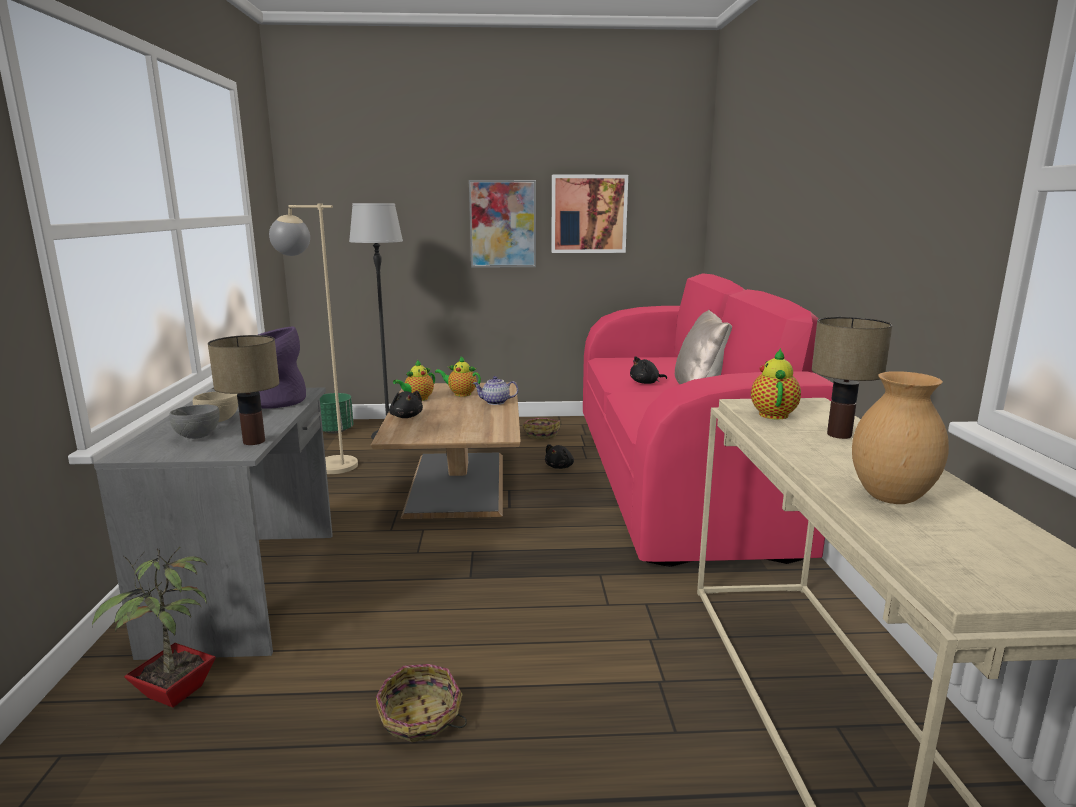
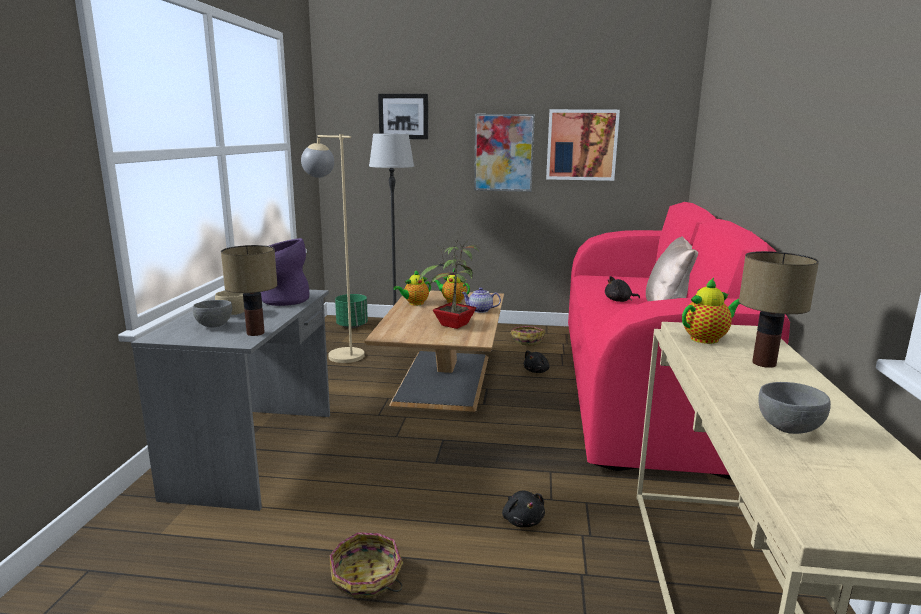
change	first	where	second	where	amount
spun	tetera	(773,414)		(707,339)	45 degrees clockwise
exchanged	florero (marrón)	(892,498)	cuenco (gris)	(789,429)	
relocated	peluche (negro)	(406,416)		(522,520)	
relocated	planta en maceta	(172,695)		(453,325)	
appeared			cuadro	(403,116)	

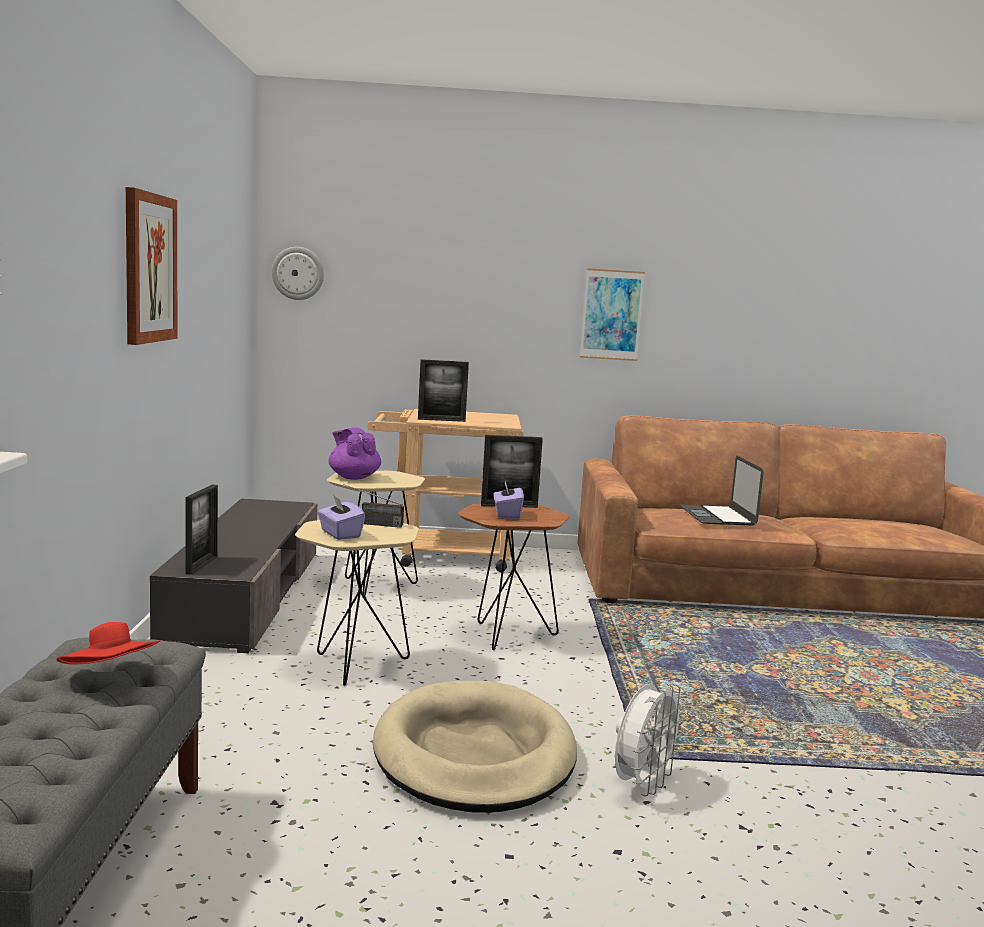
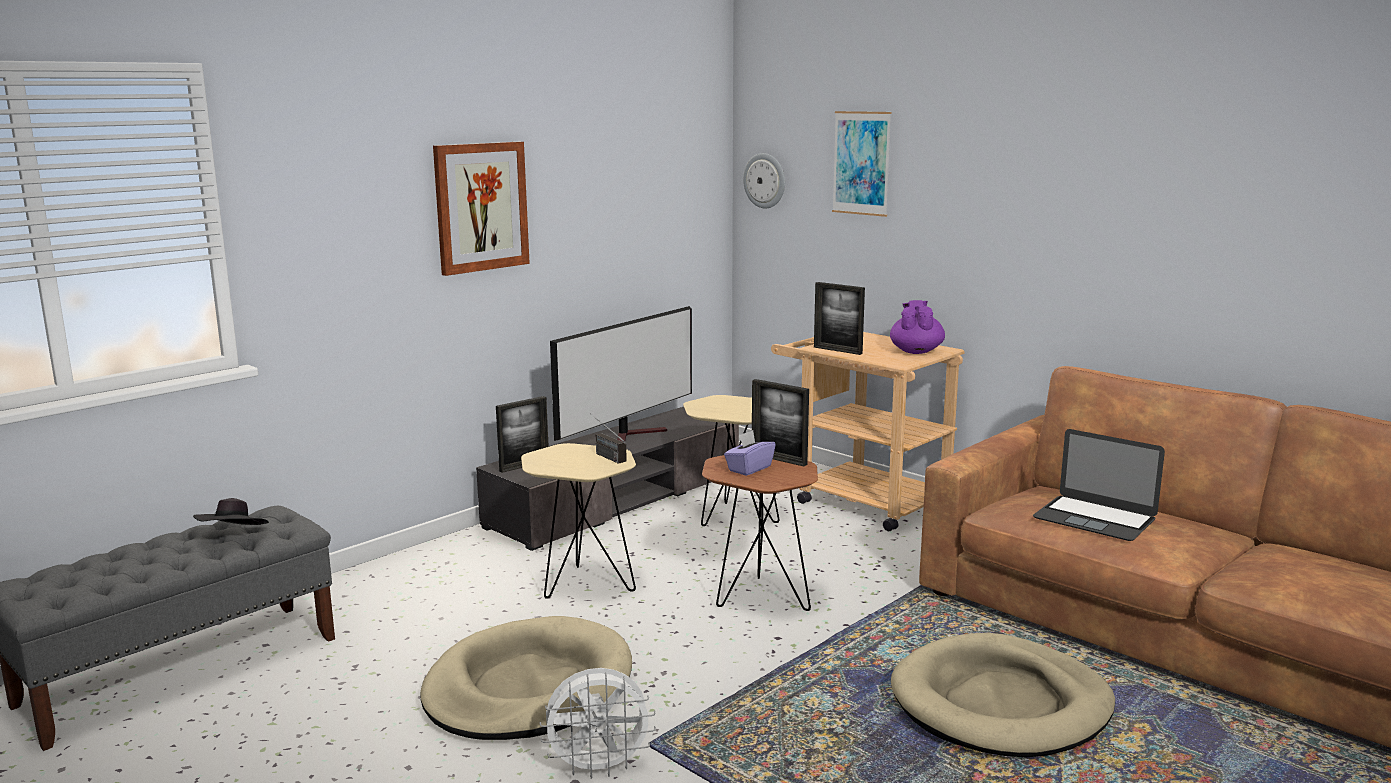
change	first	where	second	where	amount
relocated	cuadro	(611,315)		(861,163)	
relocated	tetera (morado)	(353,477)		(916,351)	
spun	portátil	(717,516)		(1094,518)	90 degrees counterclockwise
missing	caja de pañuelos (morado)	(340,534)			
colour	sombrero (rojo)	(111,676)	sombrero (negro)	(234,536)	
appeared			televisor	(633,436)	
appeared			cama para perro (beis)	(1000,704)	

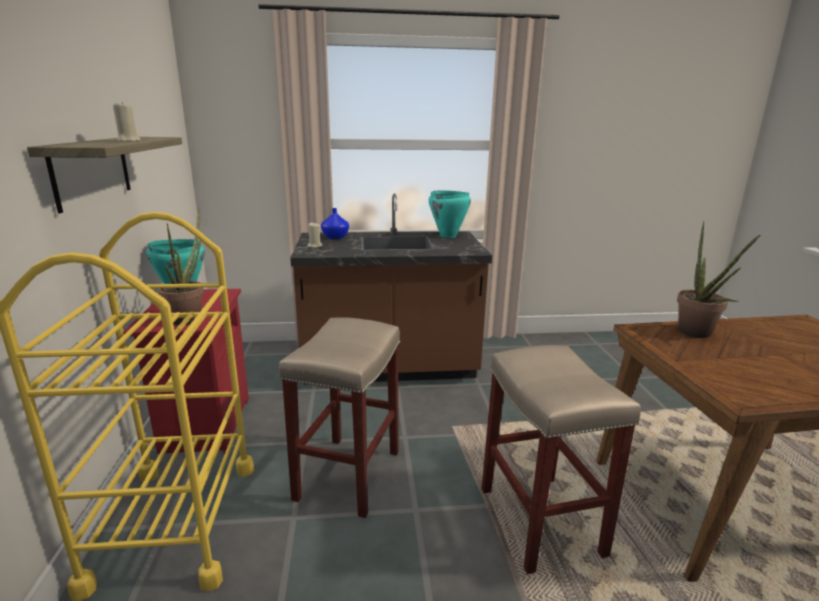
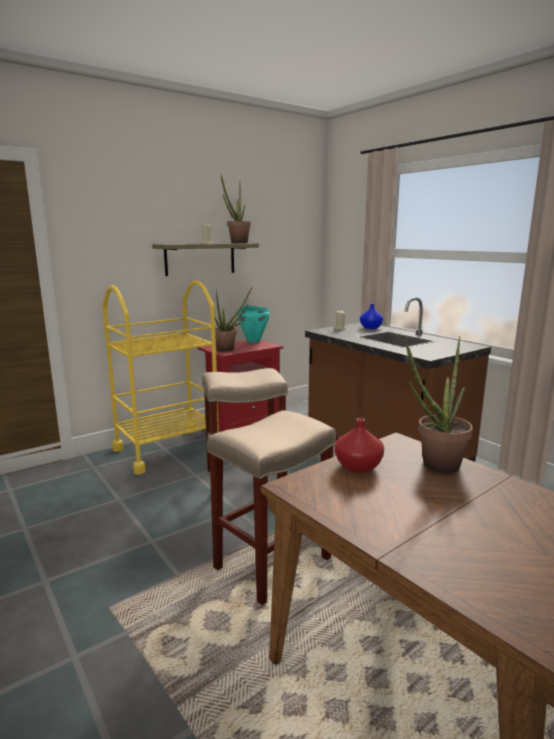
change	first	where	second	where	amount
missing	olla (turquesa)	(448,236)			
appeared			planta en maceta	(237,243)	
appeared			florero (rojo)	(359,467)	

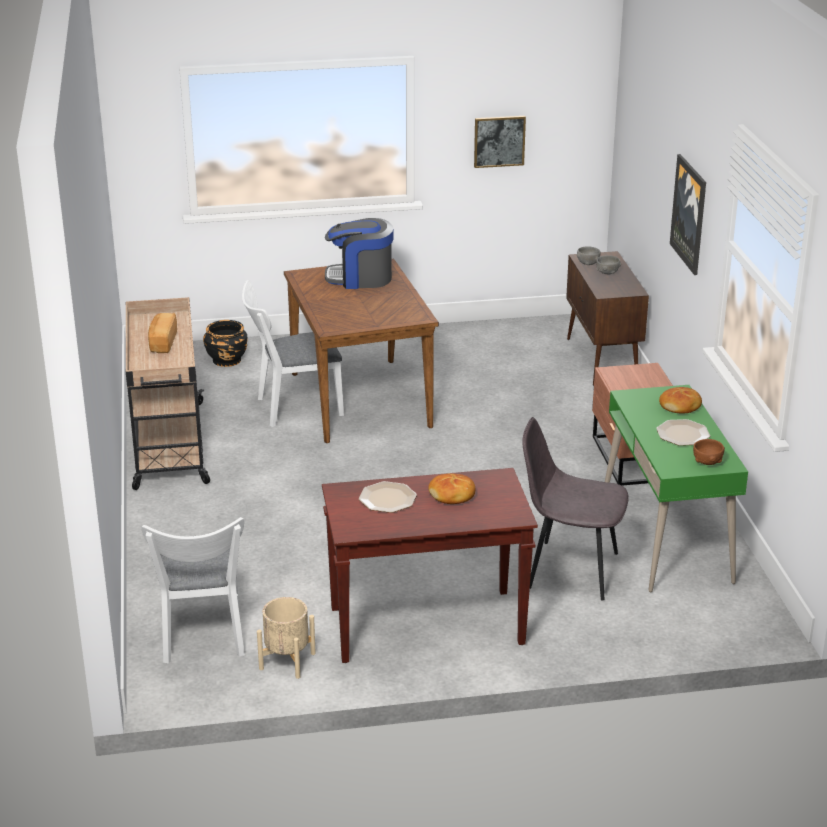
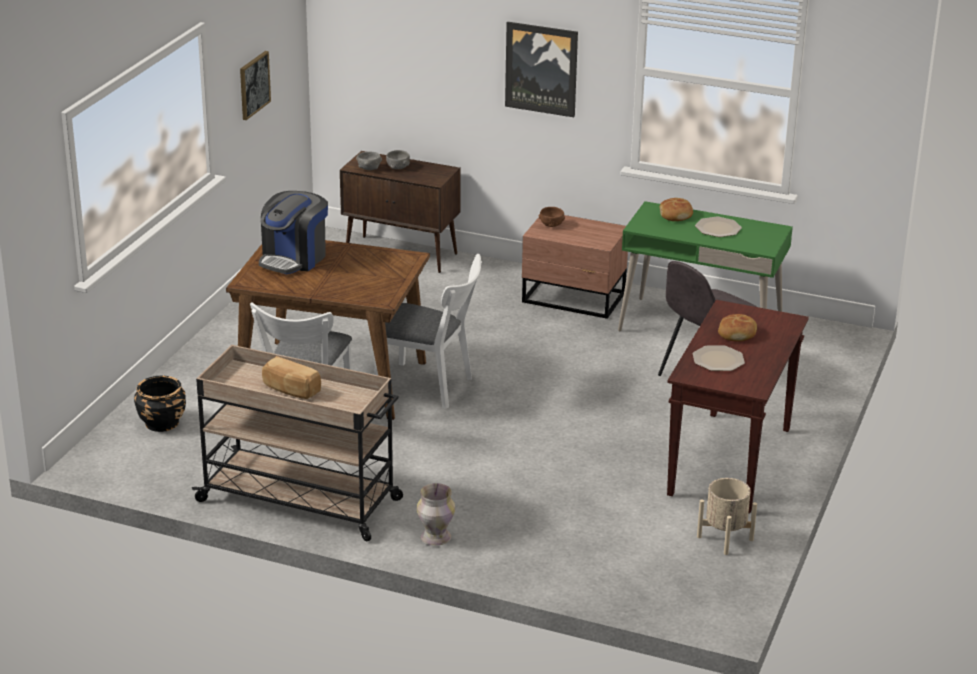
change	first	where	second	where	amount
relocated	cuenco (marrón)	(707,462)		(551,225)	
relocated	silla (blanco)	(203,636)		(430,386)	
appeared			florero	(435,538)	

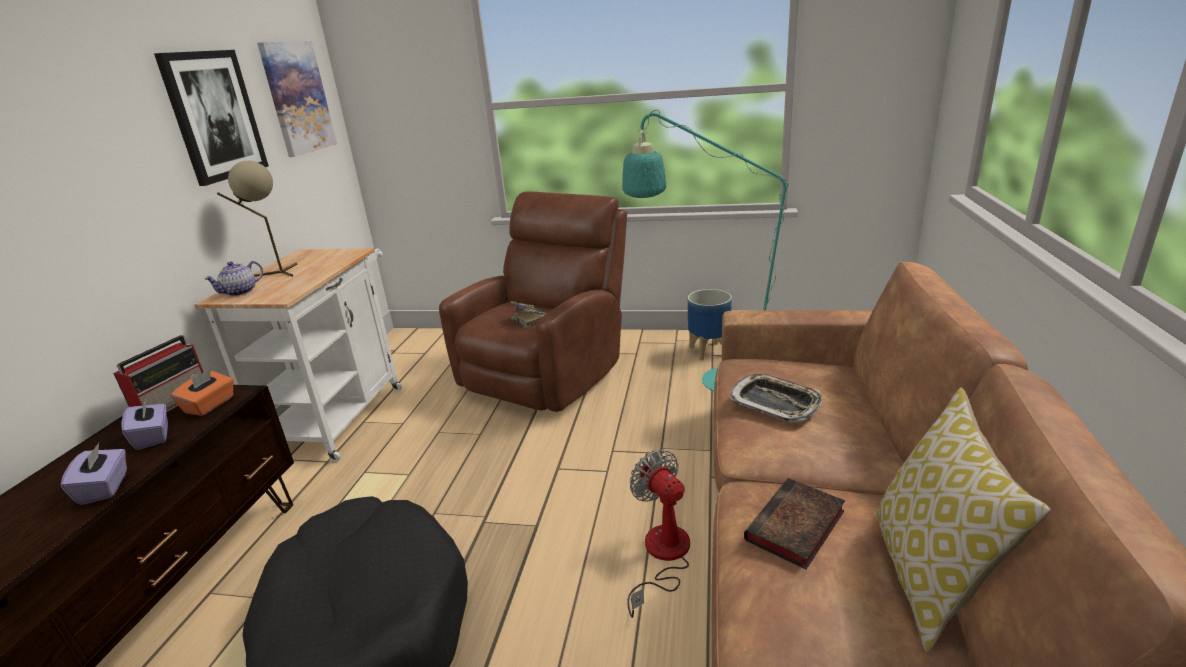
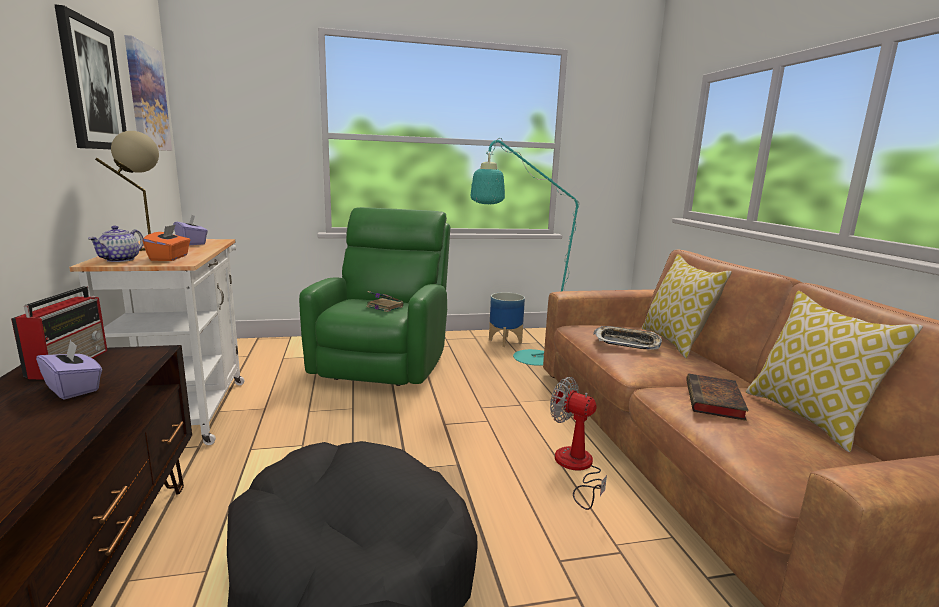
change	first	where	second	where	amount
colour	sillón (marrón)	(548,373)	sillón (verde)	(384,363)	
relocated	caja de pañuelos (naranja)	(210,405)		(170,258)	
relocated	caja de pañuelos (morado)	(105,487)		(192,243)	
appeared			cojín	(675,342)	

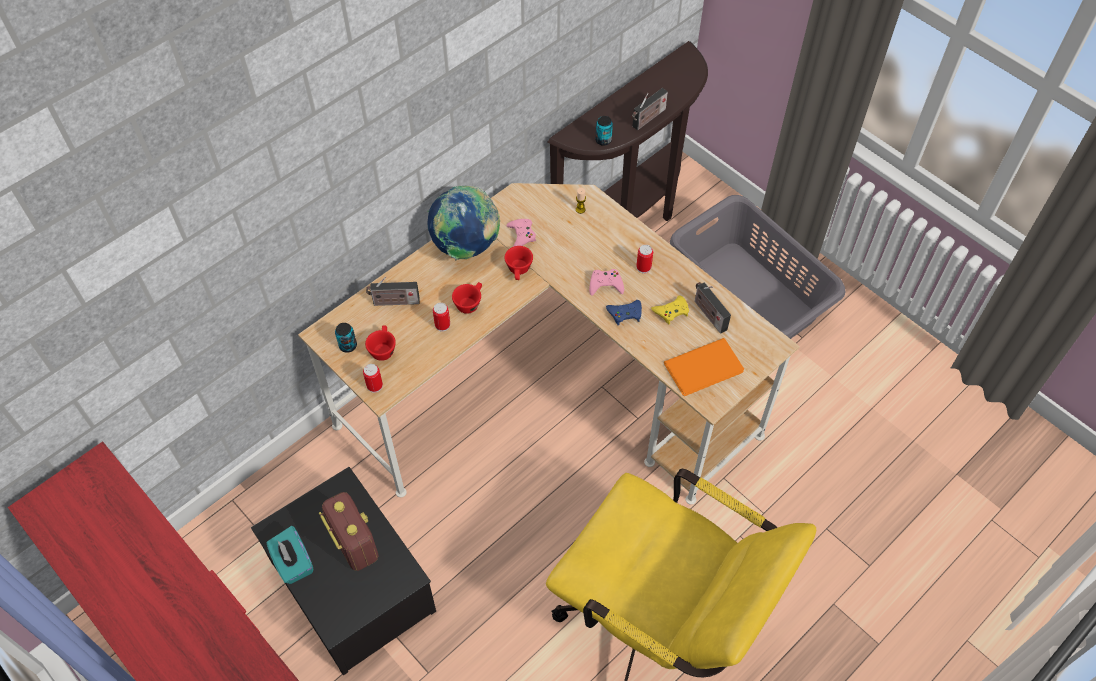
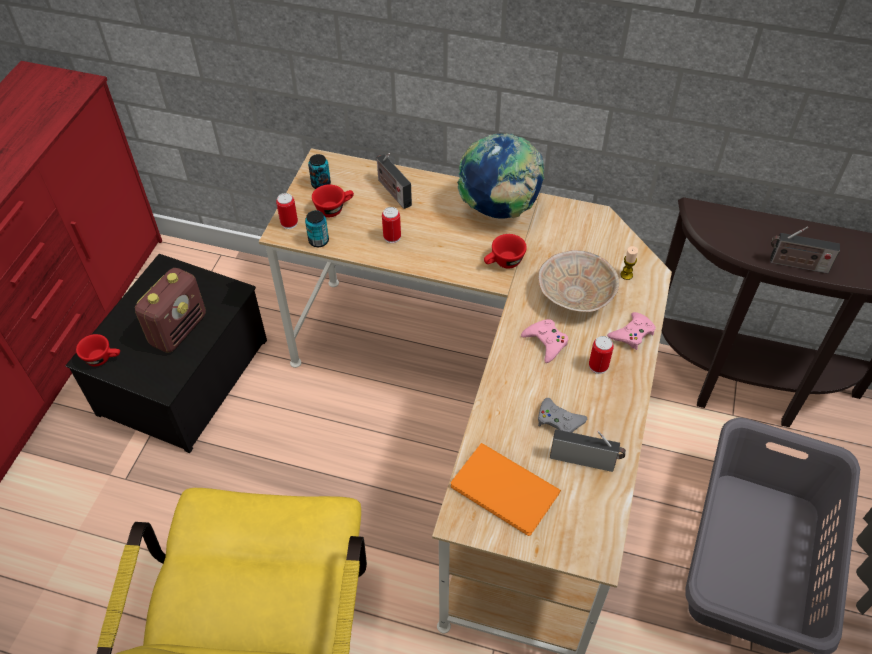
change	first	where	second	where	amount
relocated	lata	(603,140)		(318,241)	
relocated	mando de consola (rosa)	(521,235)		(632,334)	
relocated	taza (rojo)	(469,303)		(103,358)	
spun	radio	(708,314)		(585,460)	75 degrees clockwise
colour	mando de consola (amarillo)	(671,311)	mando de consola (gris)	(559,421)	
missing	mando de consola (azul)	(625,314)			
missing	caja de pañuelos (turquesa)	(293,563)			
appeared			cuenco (beis)	(576,294)	

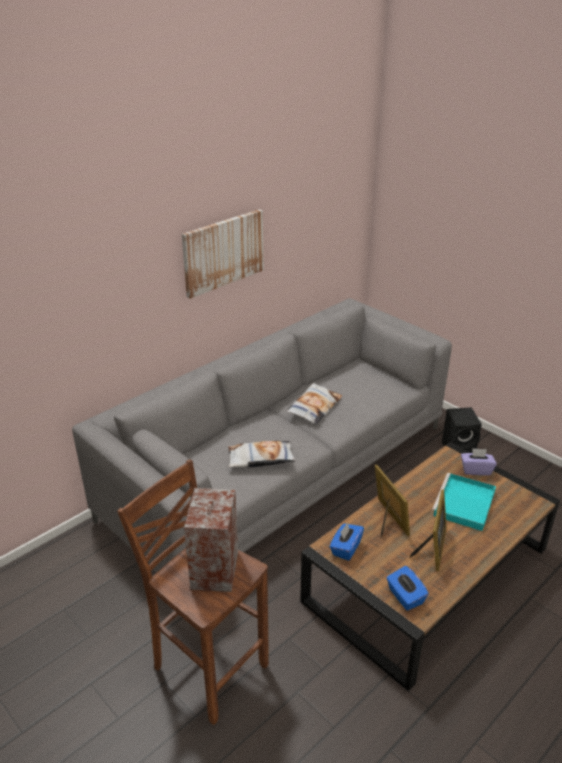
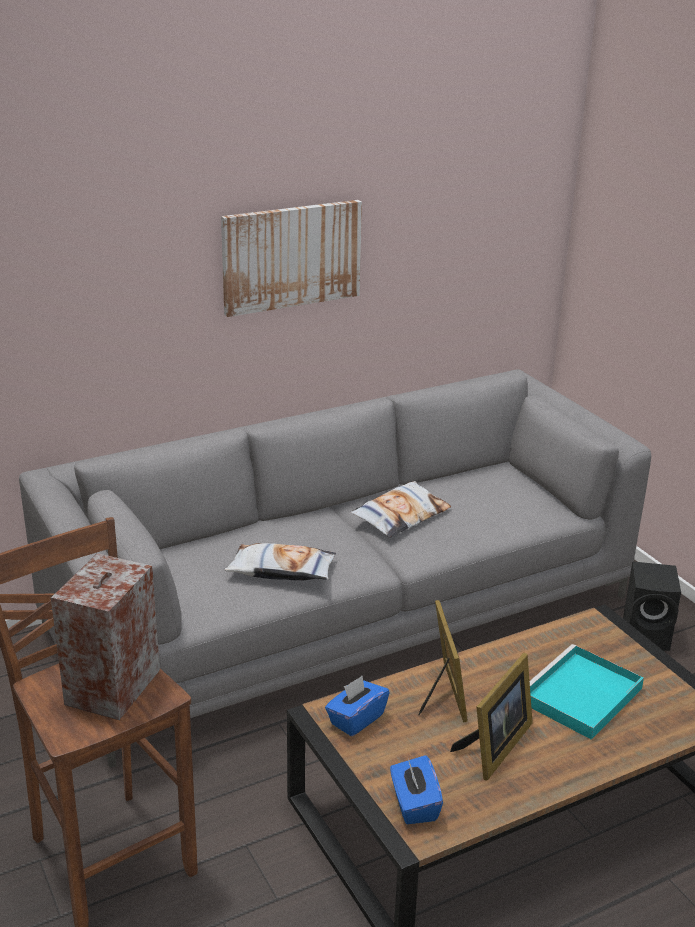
change	first	where	second	where	amount
missing	caja de pañuelos (morado)	(476,470)			

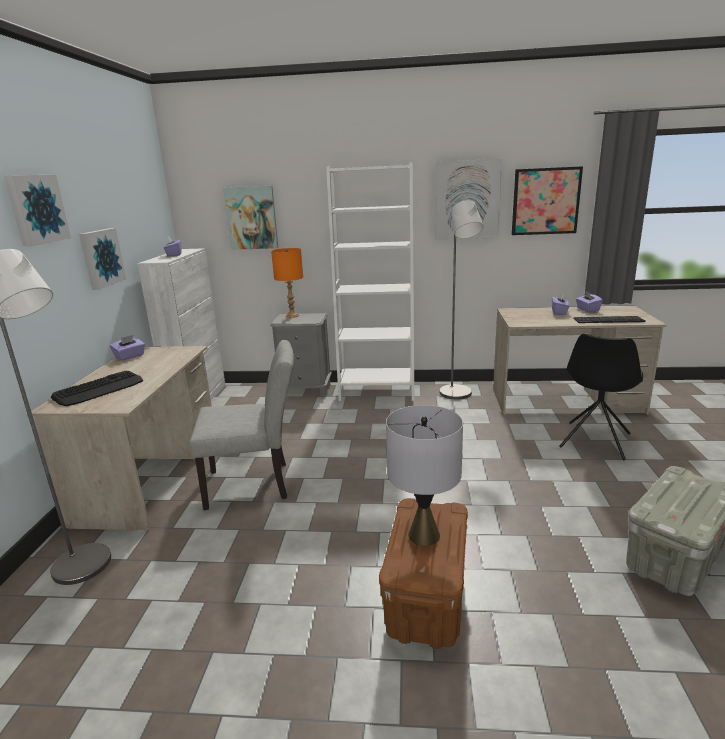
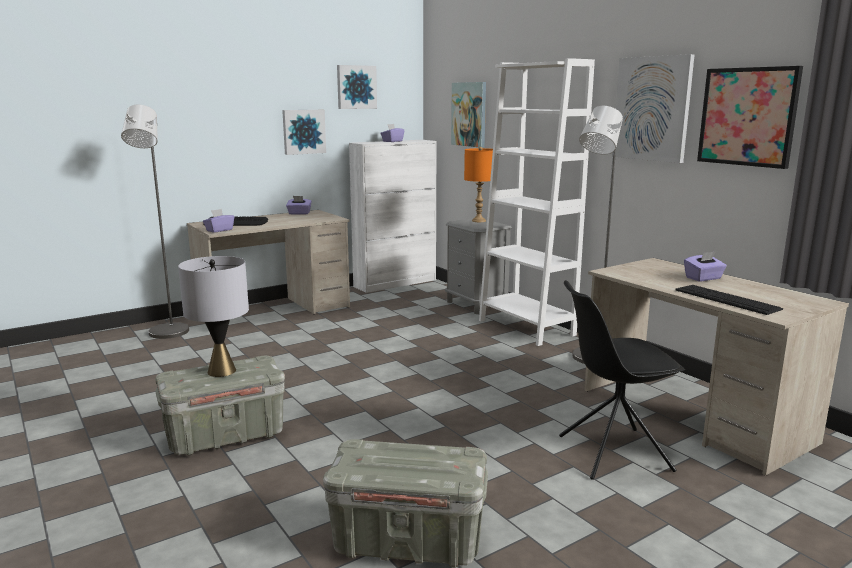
change	first	where	second	where	amount
relocated	cuadro	(36,209)		(356,87)	
relocated	caja de pañuelos (morado)	(587,309)		(219,230)	
missing	silla (gris)	(256,484)			
colour	caja de almacenaje (marrón)	(426,598)	caja de almacenaje (gris)	(226,435)	

